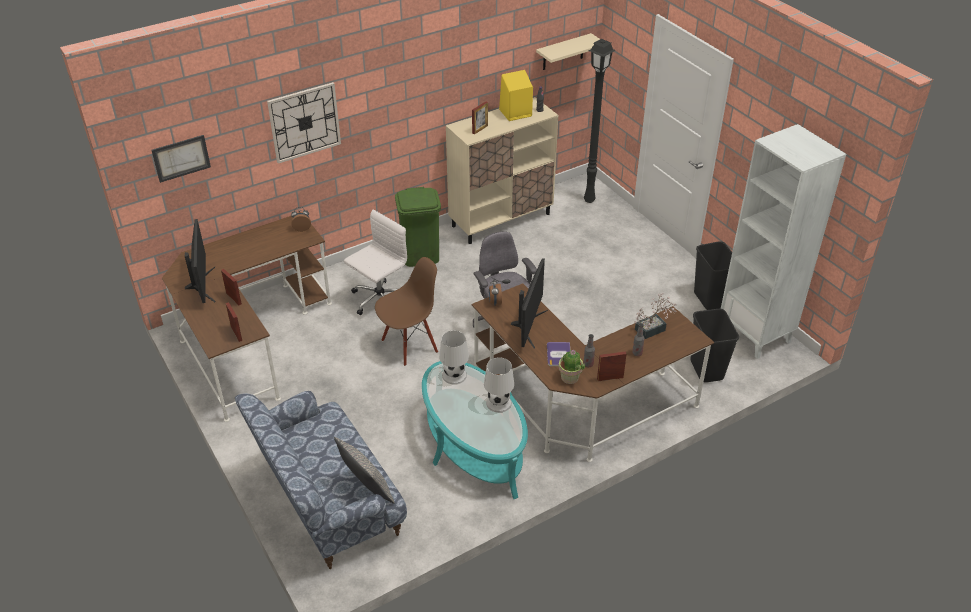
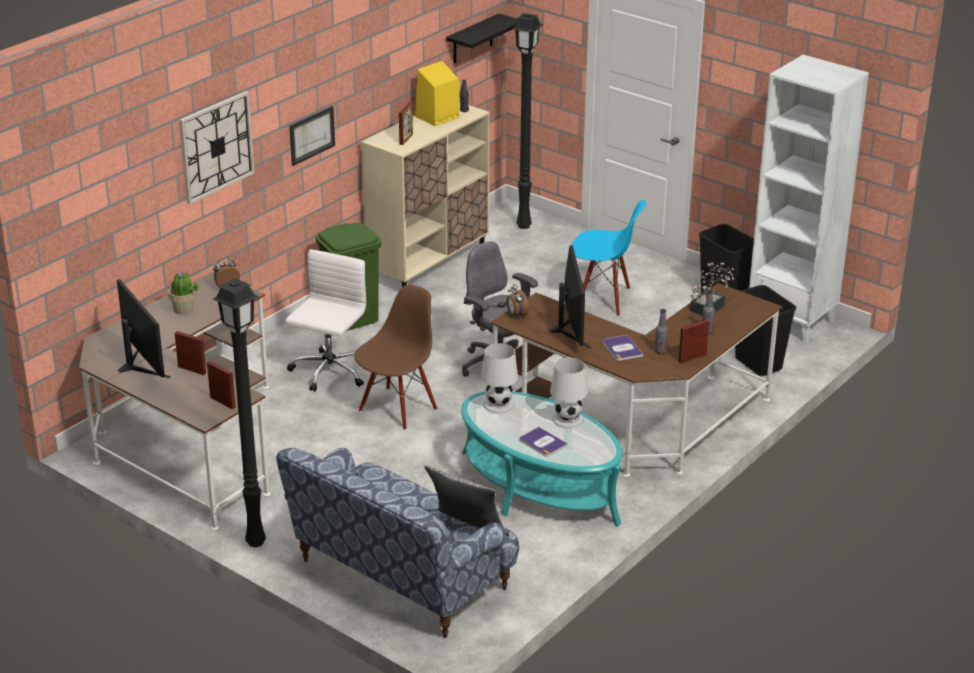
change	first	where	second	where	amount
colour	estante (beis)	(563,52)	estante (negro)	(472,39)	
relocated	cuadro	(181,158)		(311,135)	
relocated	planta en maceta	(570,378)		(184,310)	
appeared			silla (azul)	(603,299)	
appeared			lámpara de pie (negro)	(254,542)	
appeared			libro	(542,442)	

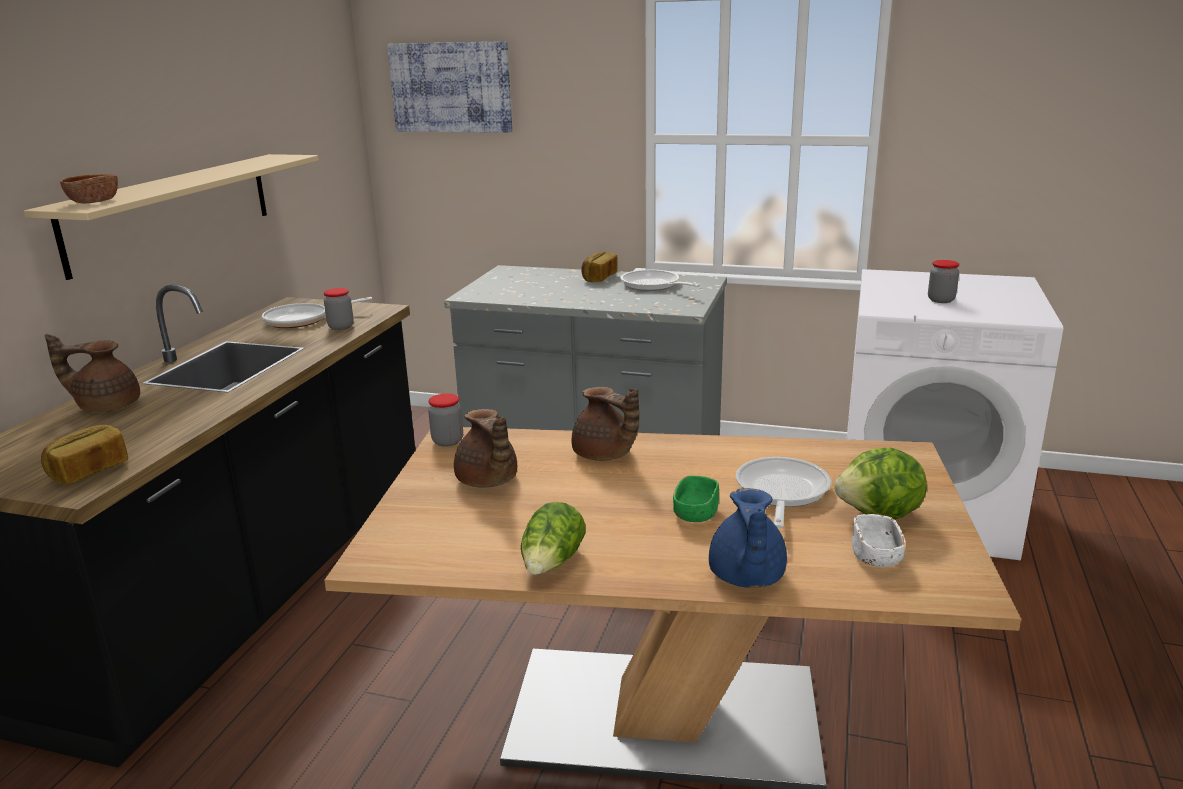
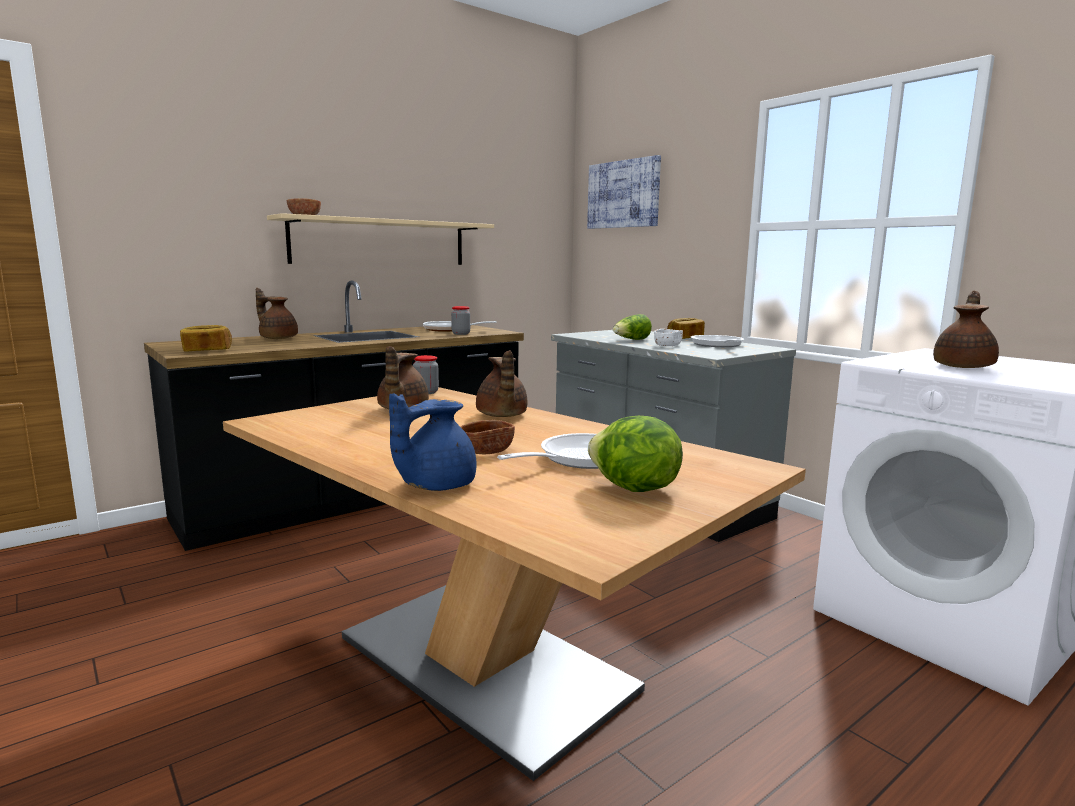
change	first	where	second	where	amount
exchanged	tarro	(941,300)	tetera (marrón)	(964,366)	
colour	cuenco (verde)	(695,513)	cuenco (marrón)	(487,451)	
relocated	lechuga	(552,563)		(631,340)	
relocated	cuenco (blanco)	(875,556)		(667,345)	

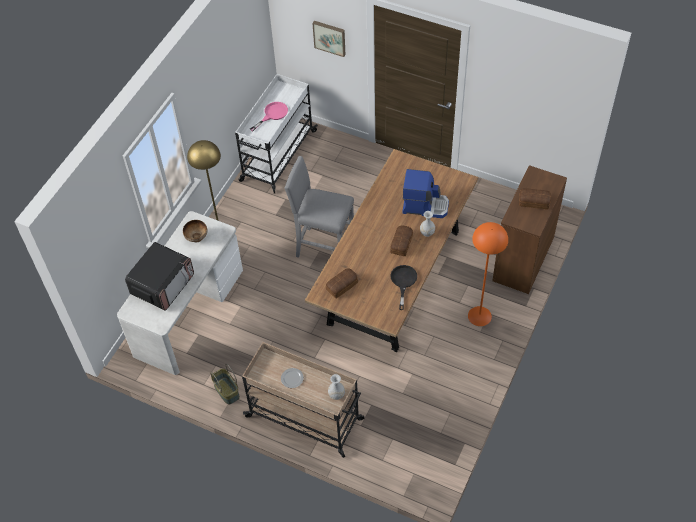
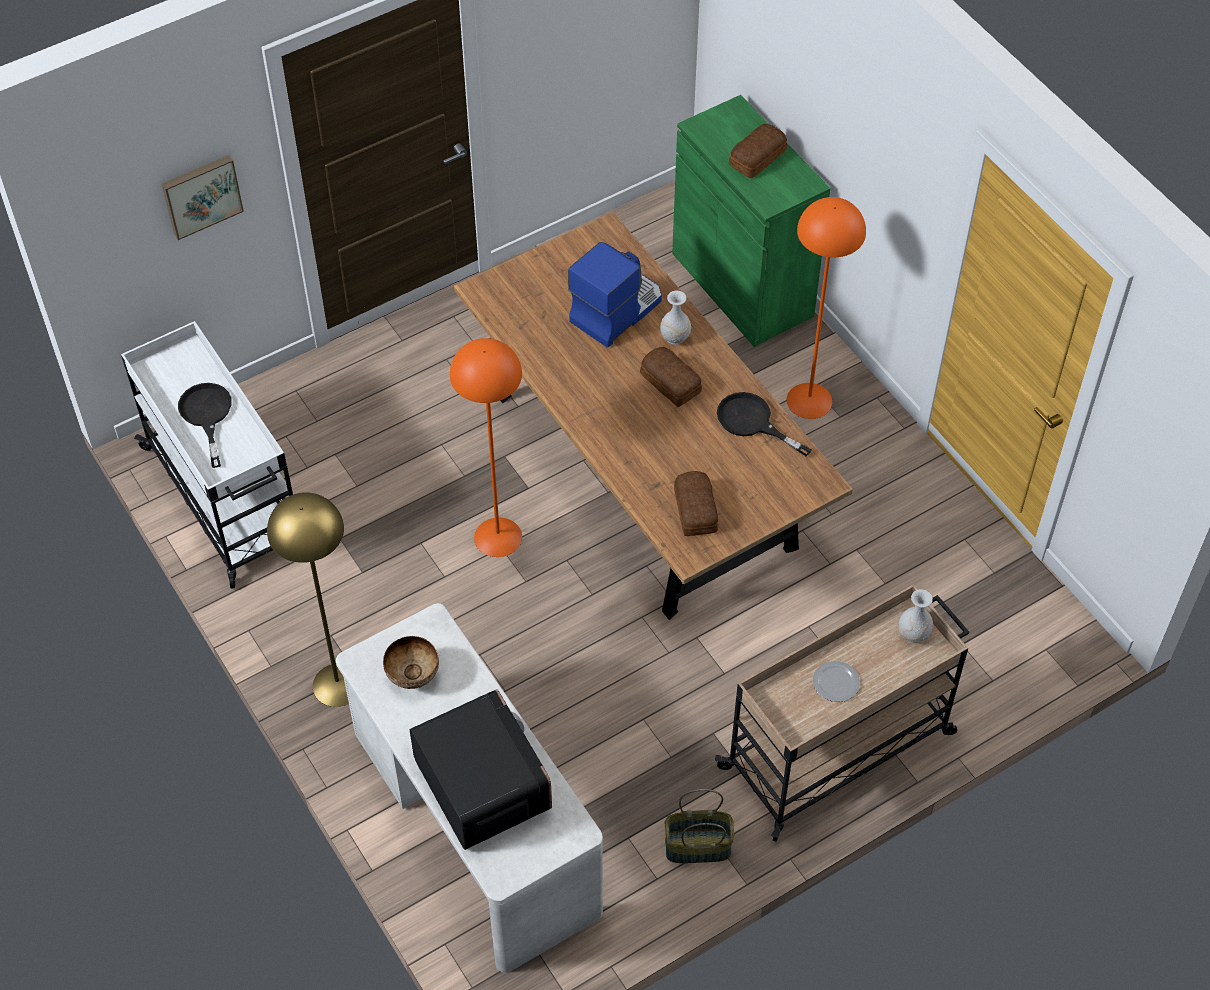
change	first	where	second	where	amount
colour	sartén (rosa)	(272,114)	sartén (negro)	(207,416)	
exchanged	taburete (gris)	(323,247)	lámpara de pie (naranja)	(497,537)	
colour	armario (marrón)	(523,259)	armario (verde)	(742,284)	

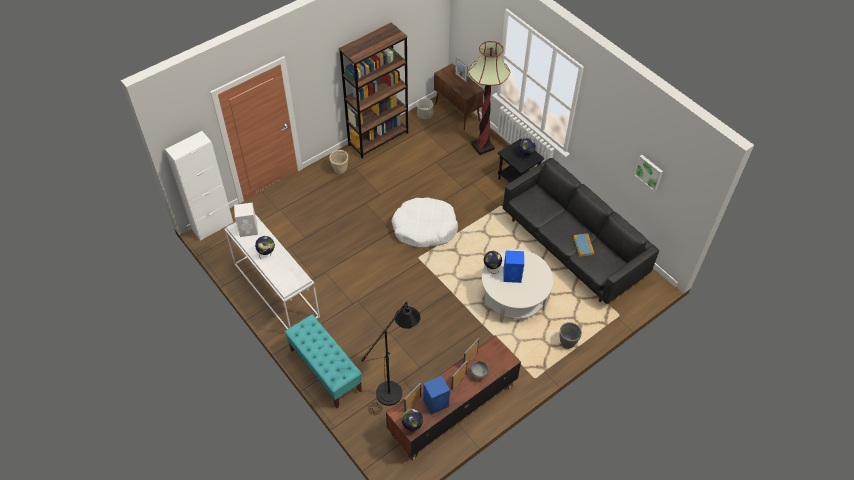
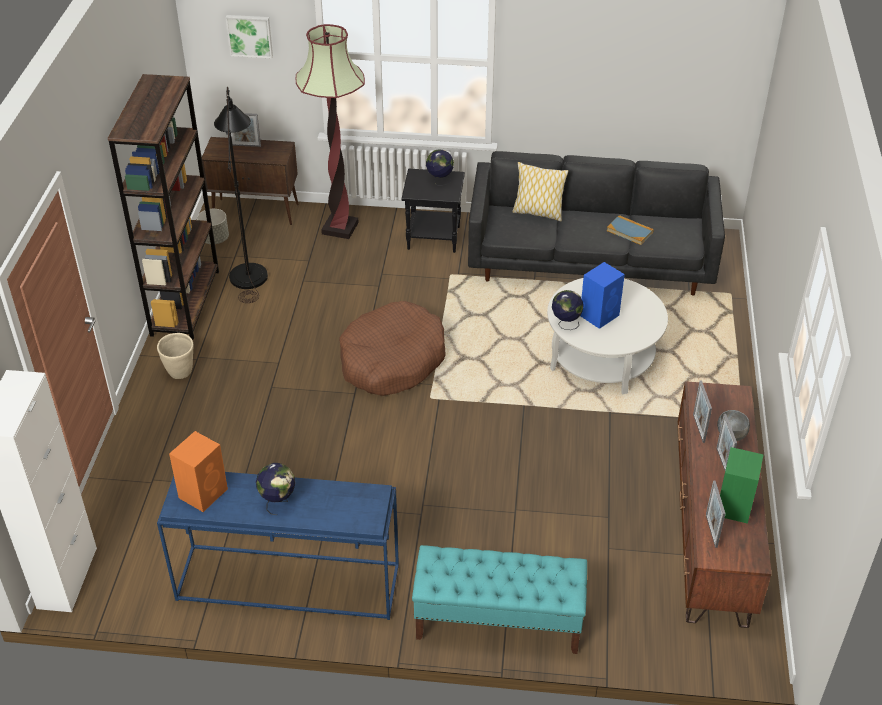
change	first	where	second	where	amount
relocated	cuadro	(649,172)		(250,35)	
colour	cama para perro (blanco)	(424,228)	cama para perro (marrón)	(392,360)	
colour	altavoz (blanco)	(249,229)	altavoz (naranja)	(204,492)	
colour	mesa consola (blanco)	(275,290)	mesa consola (azul)	(286,583)	
relocated	lámpara de pie (negro)	(394,388)		(248,270)	
missing	maceta (gris)	(567,343)			
colour	altavoz (azul)	(436,403)	altavoz (verde)	(734,505)	
missing	globo terráqueo	(412,427)			
appeared			cojín	(538,212)	

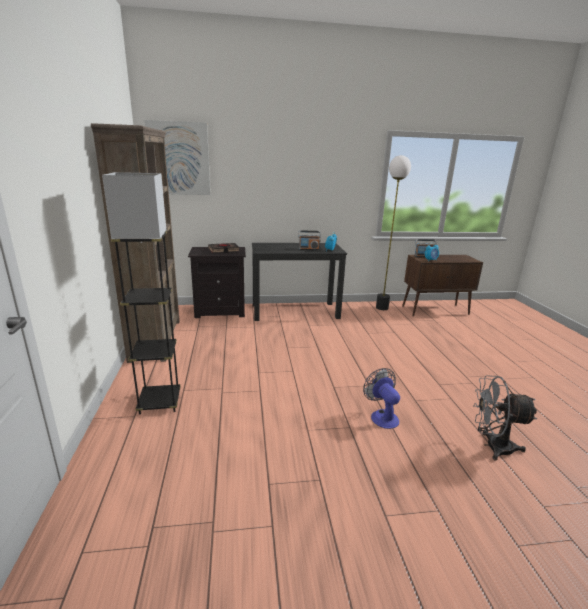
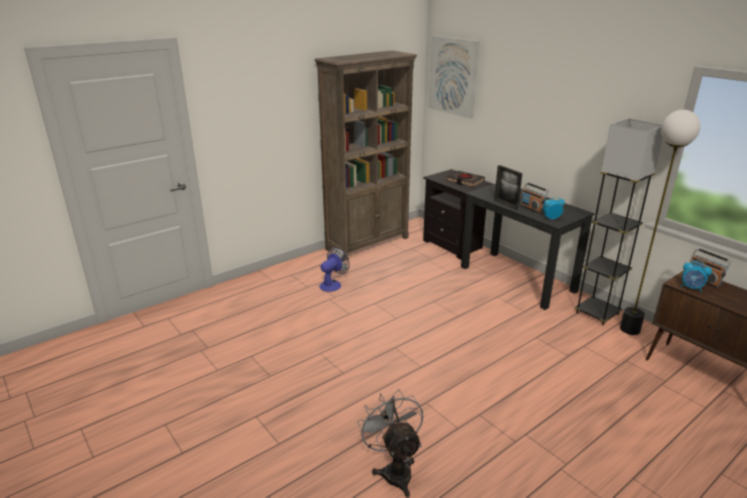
change	first	where	second	where	amount
relocated	lámpara de pie (gris)	(159,402)		(597,313)	
relocated	ventilador	(381,416)		(333,284)	
appeared			portarretratos	(505,204)	

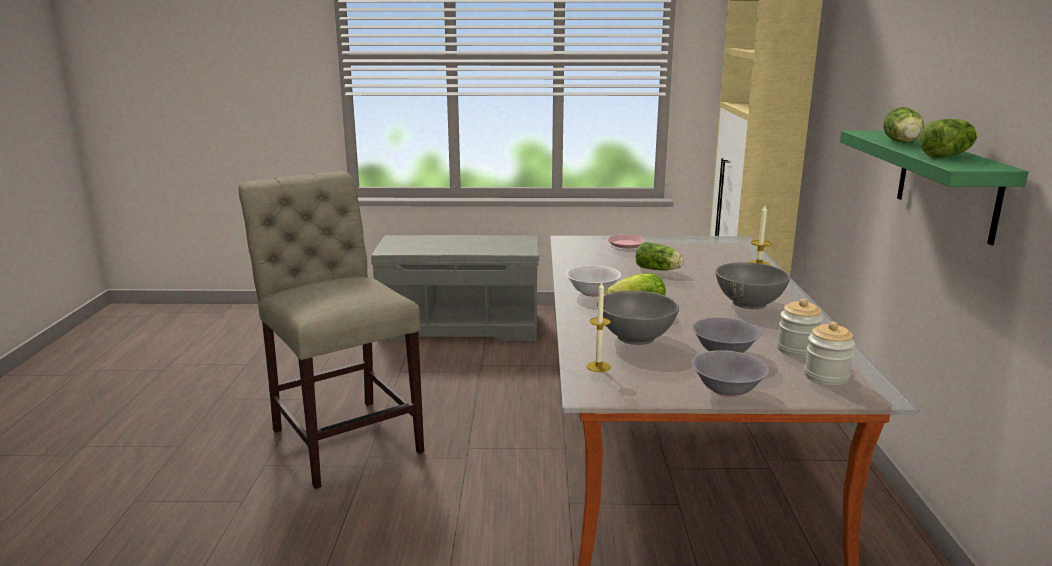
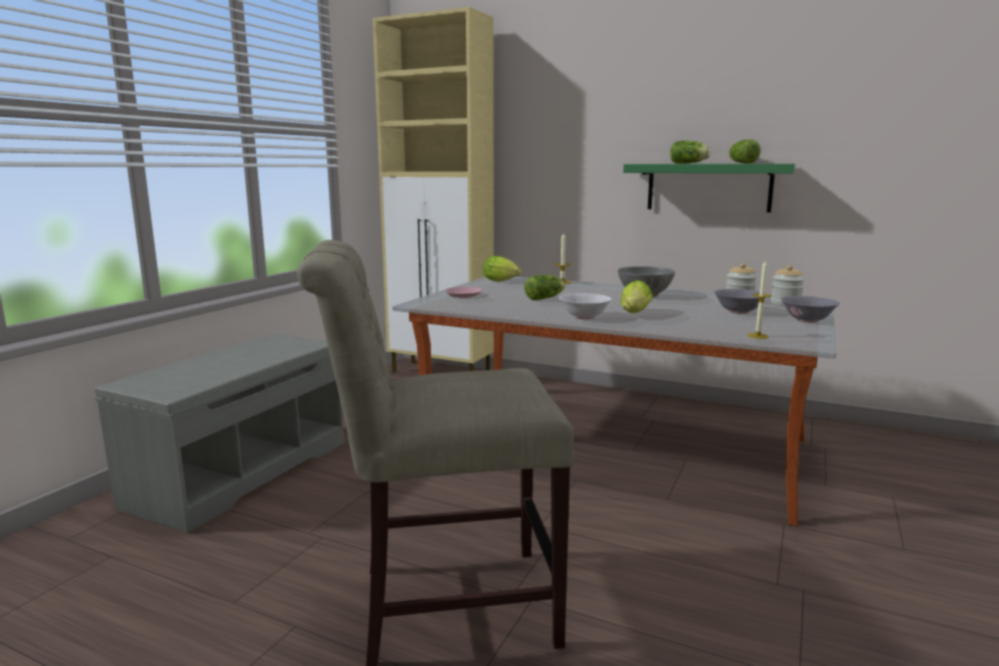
change	first	where	second	where	amount
missing	cuenco (gris)	(636,337)			
appeared			lechuga	(502,281)	

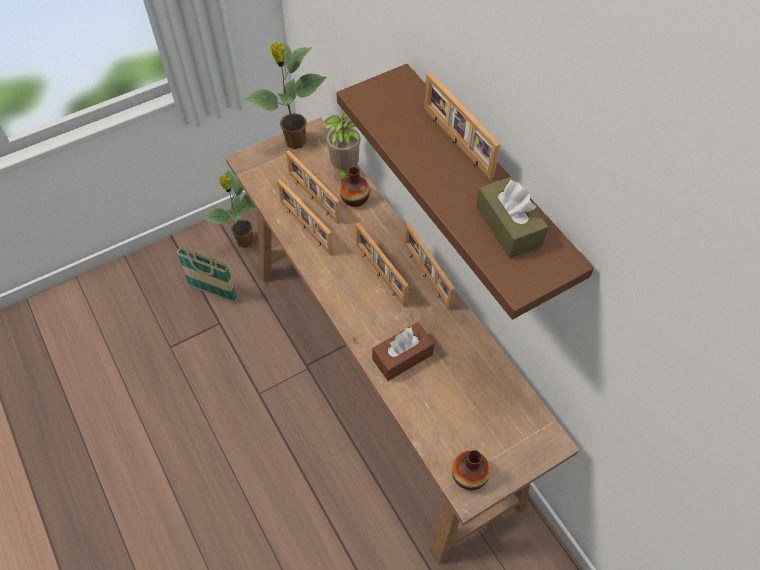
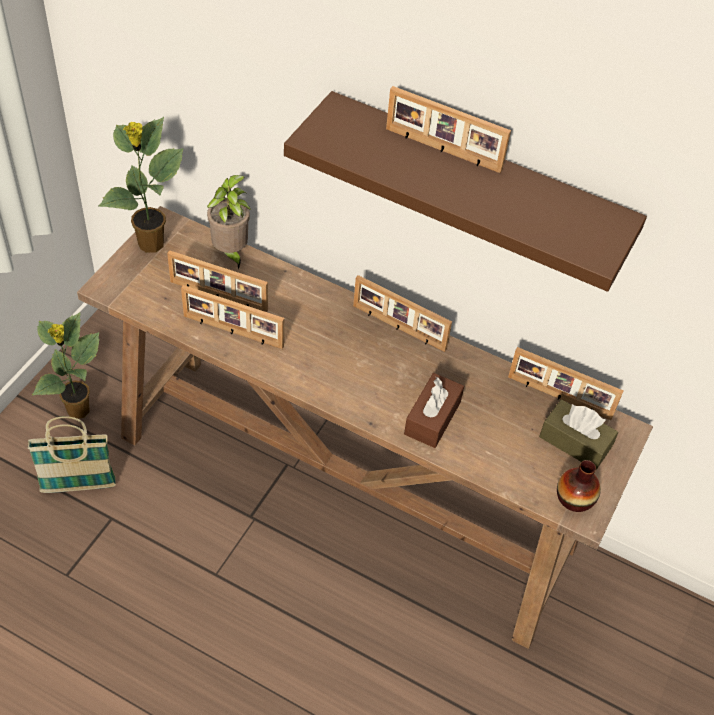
change	first	where	second	where	amount
missing	florero	(355,198)			
relocated	caja de pañuelos (marrón)	(508,226)		(575,442)	
relocated	portarretratos	(380,275)		(559,398)	

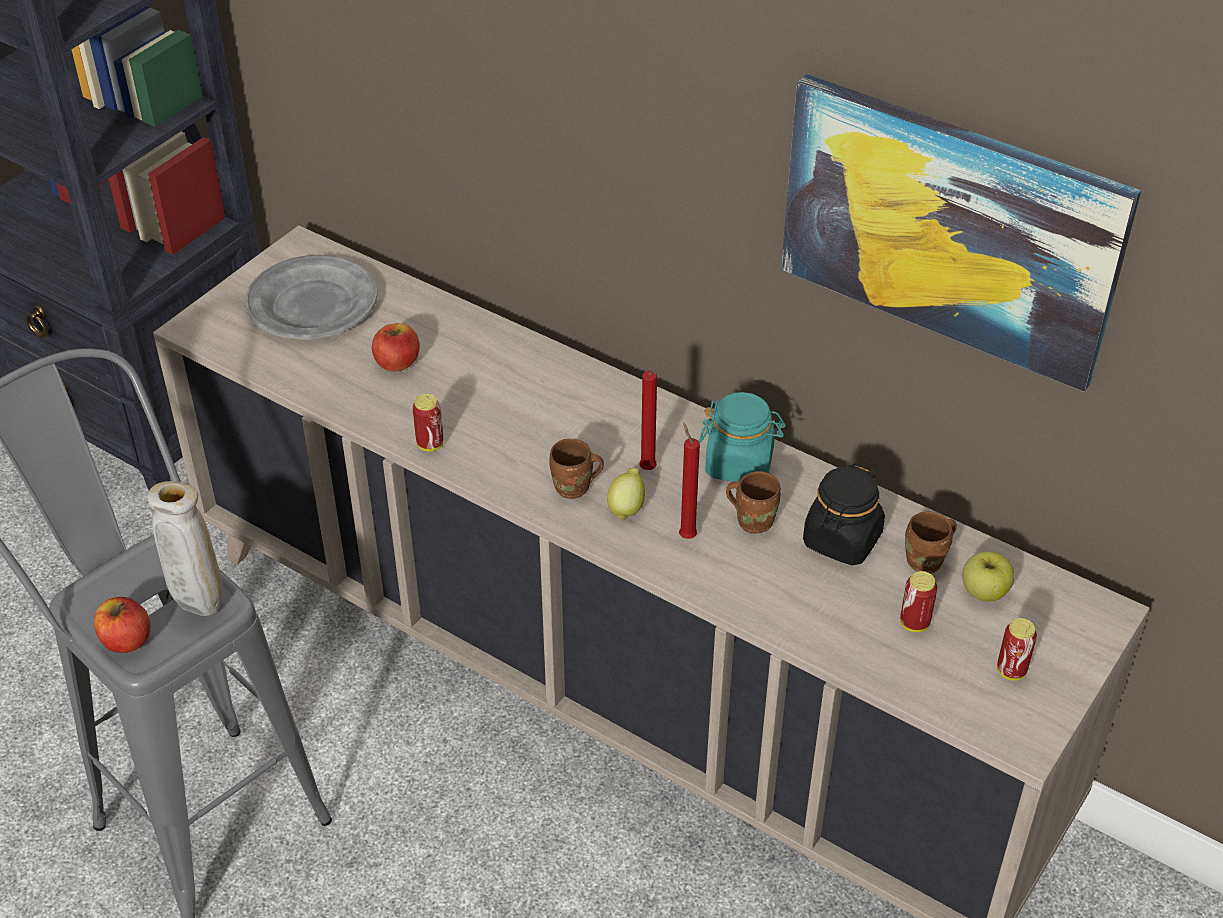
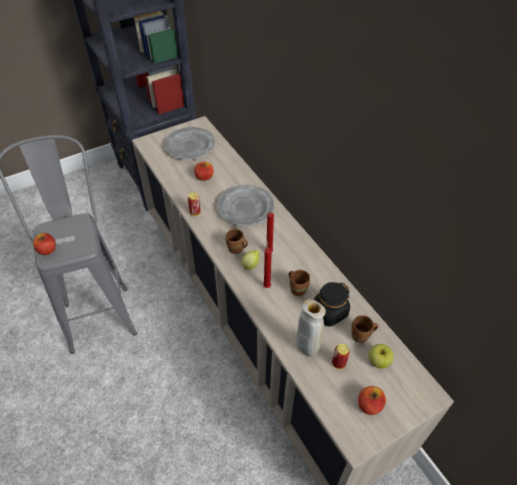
change	first	where	second	where	amount
missing	cuadro	(950,228)			
missing	tarro (turquesa)	(739,464)			
relocated	florero (beis)	(200,608)		(307,350)	
exchanged	lata	(1011,671)	manzana	(369,405)	
appeared			plato (gris)	(245,208)	

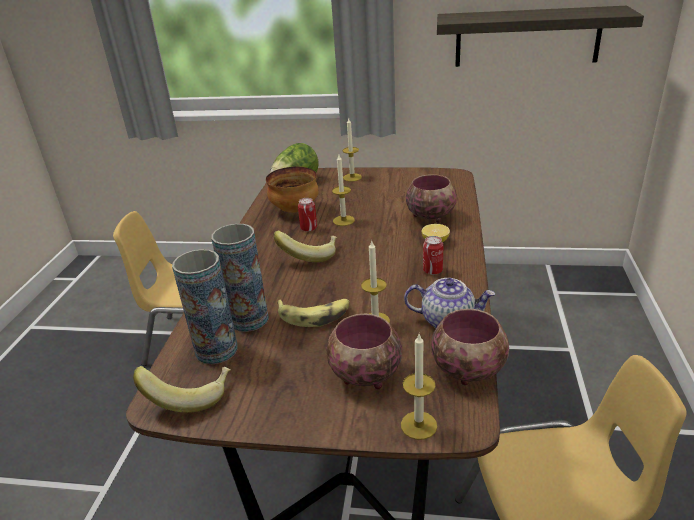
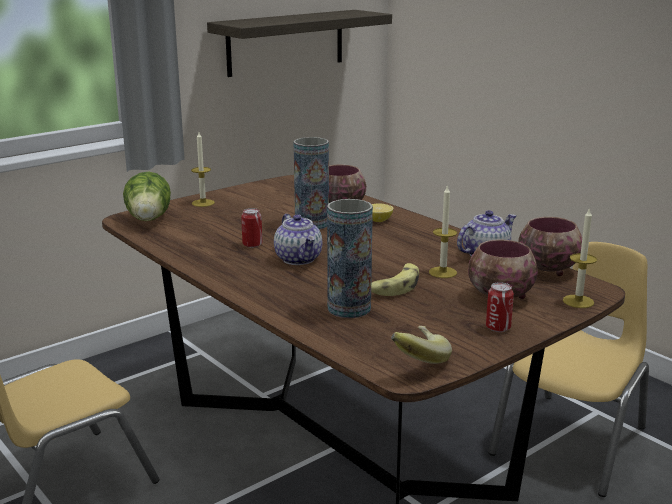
change	first	where	second	where	amount
missing	vela	(343,220)			
missing	cuenco	(295,210)			
exchanged	plátano	(309,255)	tetera	(299,259)	
relocated	lata	(432,271)		(498,328)	
relocated	florero	(216,350)		(312,224)	

